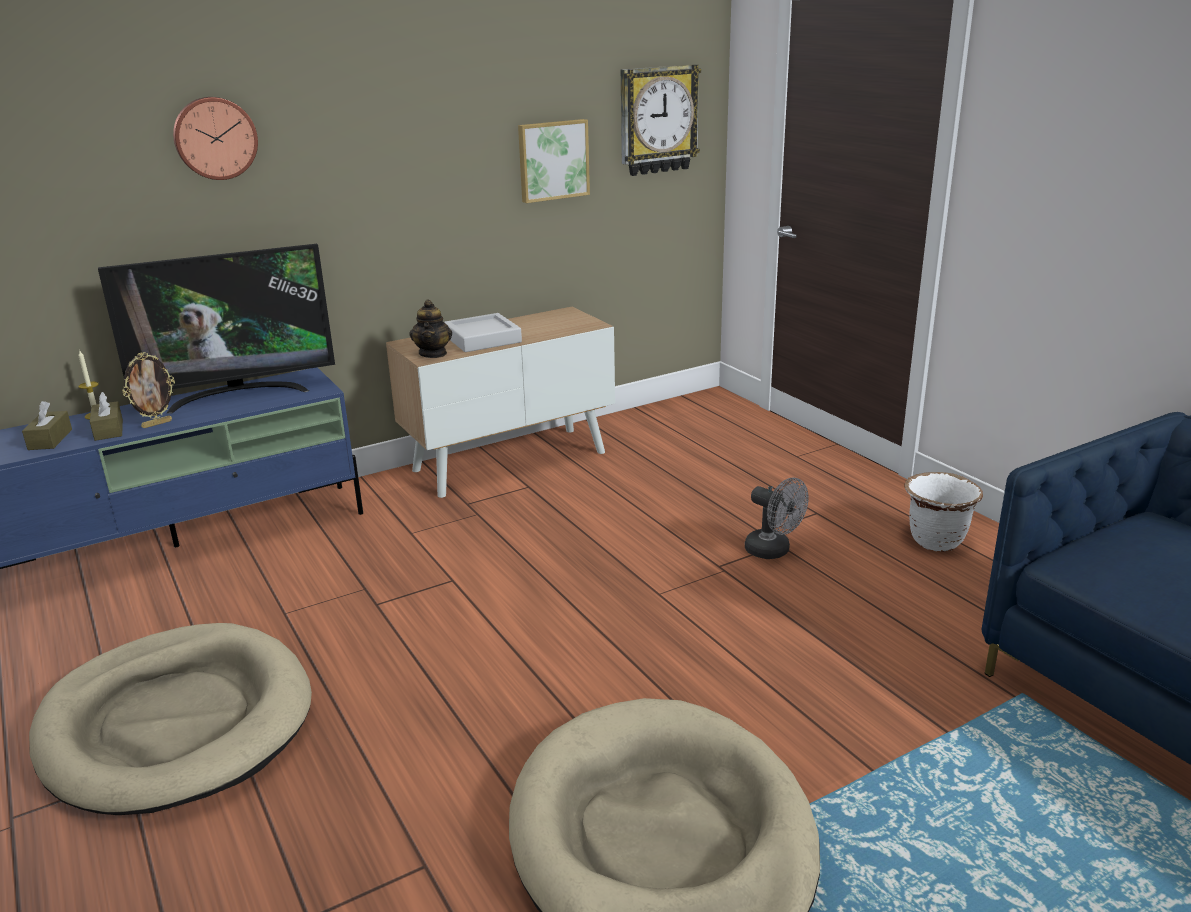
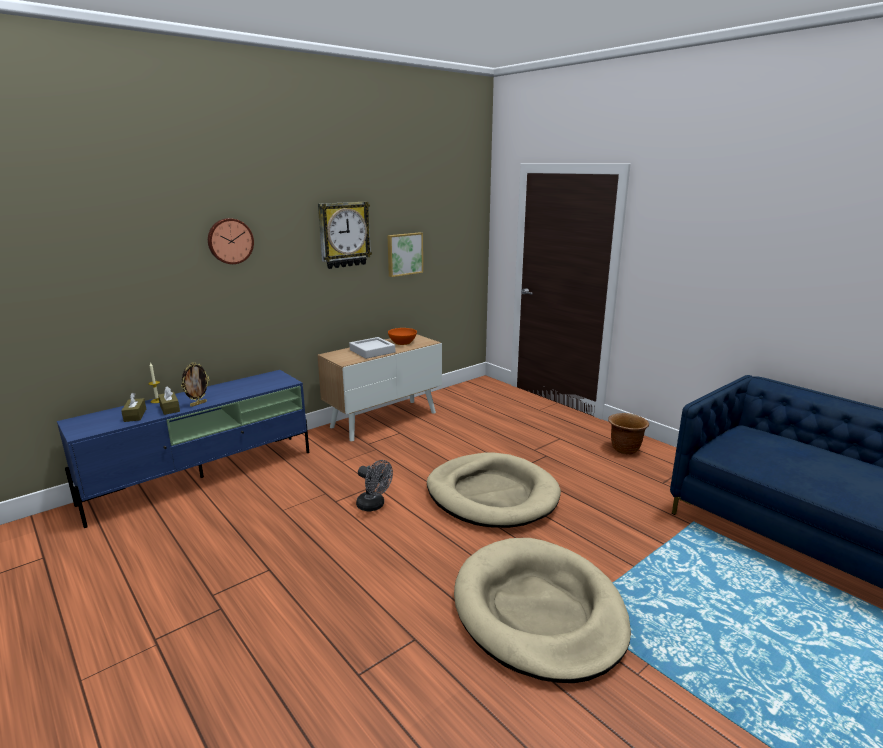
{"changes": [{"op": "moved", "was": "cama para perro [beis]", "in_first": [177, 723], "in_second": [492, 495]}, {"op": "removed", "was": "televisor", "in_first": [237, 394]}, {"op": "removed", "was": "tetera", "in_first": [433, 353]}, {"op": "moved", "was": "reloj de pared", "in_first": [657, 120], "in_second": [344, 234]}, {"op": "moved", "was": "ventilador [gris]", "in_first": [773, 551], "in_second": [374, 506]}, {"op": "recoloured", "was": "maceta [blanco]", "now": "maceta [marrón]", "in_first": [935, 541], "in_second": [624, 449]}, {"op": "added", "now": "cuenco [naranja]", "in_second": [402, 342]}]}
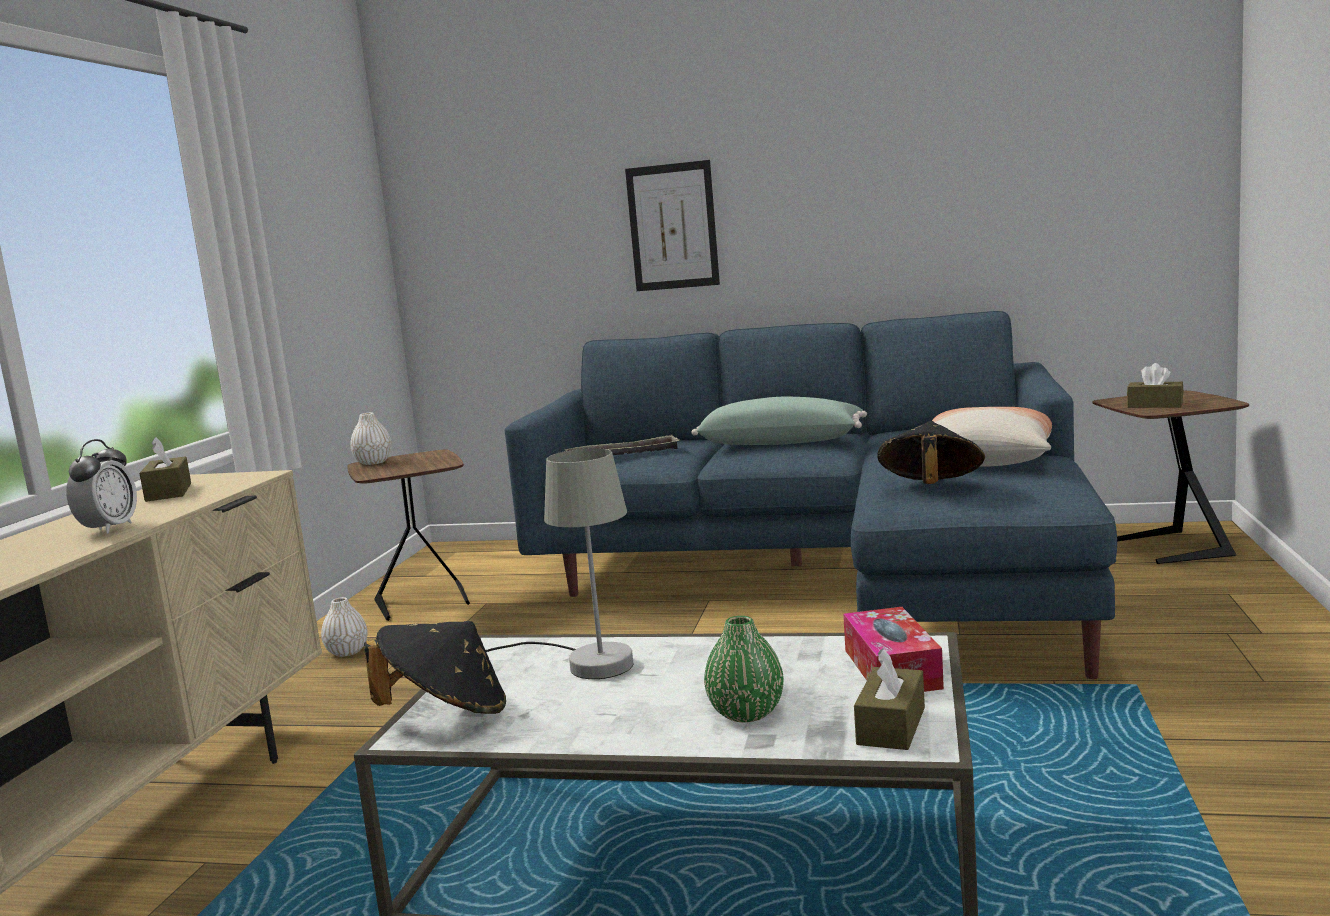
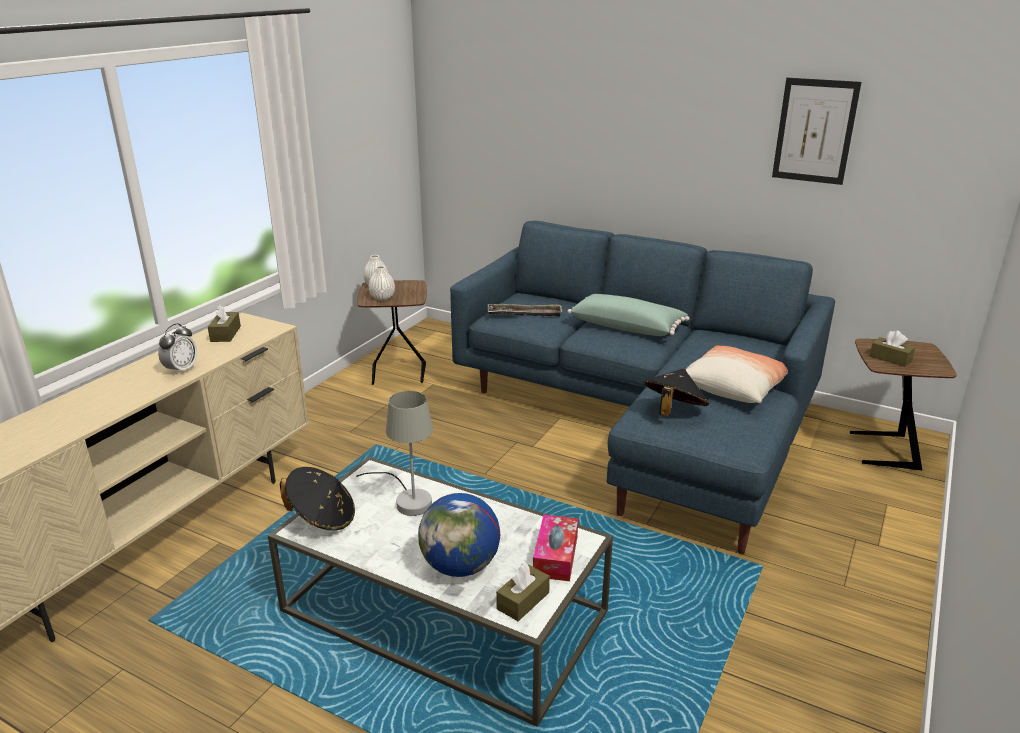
{"changes": [{"op": "moved", "was": "florero [blanco]", "in_first": [347, 652], "in_second": [382, 298]}, {"op": "moved", "was": "cuadro", "in_first": [672, 226], "in_second": [814, 131]}, {"op": "replaced", "was": "florero [verde]", "now": "globo terráqueo", "in_first": [746, 713], "in_second": [460, 566]}]}
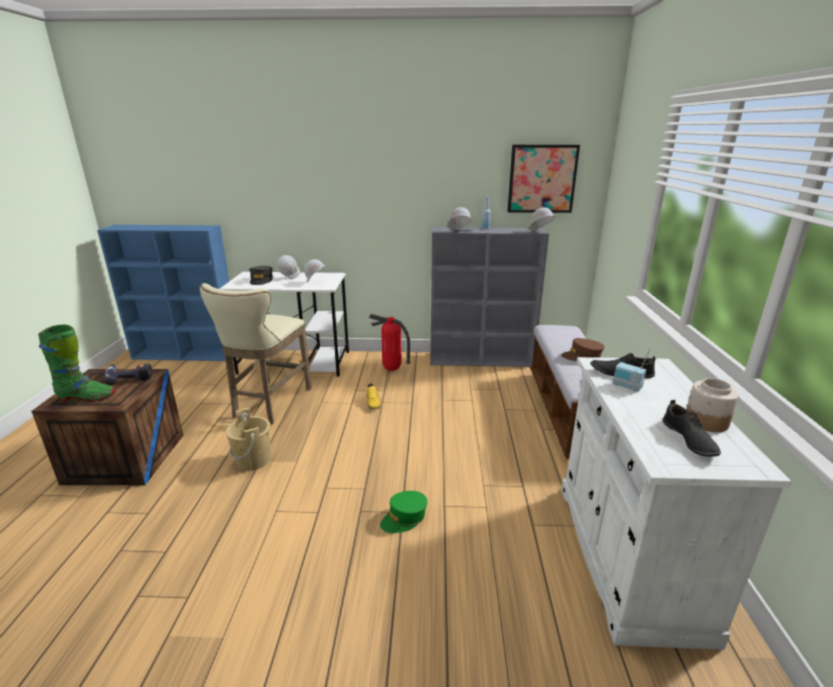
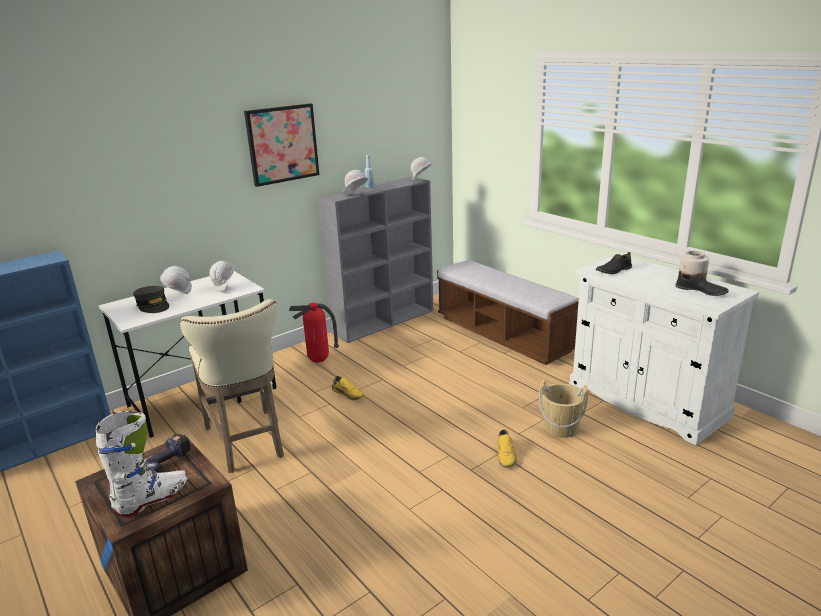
{"changes": [{"op": "recoloured", "was": "bota [verde]", "now": "bota [blanco]", "in_first": [86, 397], "in_second": [153, 499]}, {"op": "moved", "was": "cubo [beis]", "in_first": [253, 460], "in_second": [560, 428]}, {"op": "replaced", "was": "gorra [verde]", "now": "zapato [amarillo]", "in_first": [404, 518], "in_second": [506, 455]}, {"op": "moved", "was": "cuadro", "in_first": [542, 179], "in_second": [282, 144]}, {"op": "removed", "was": "gorra [marrón]", "in_first": [582, 356]}, {"op": "removed", "was": "radio", "in_first": [627, 387]}]}
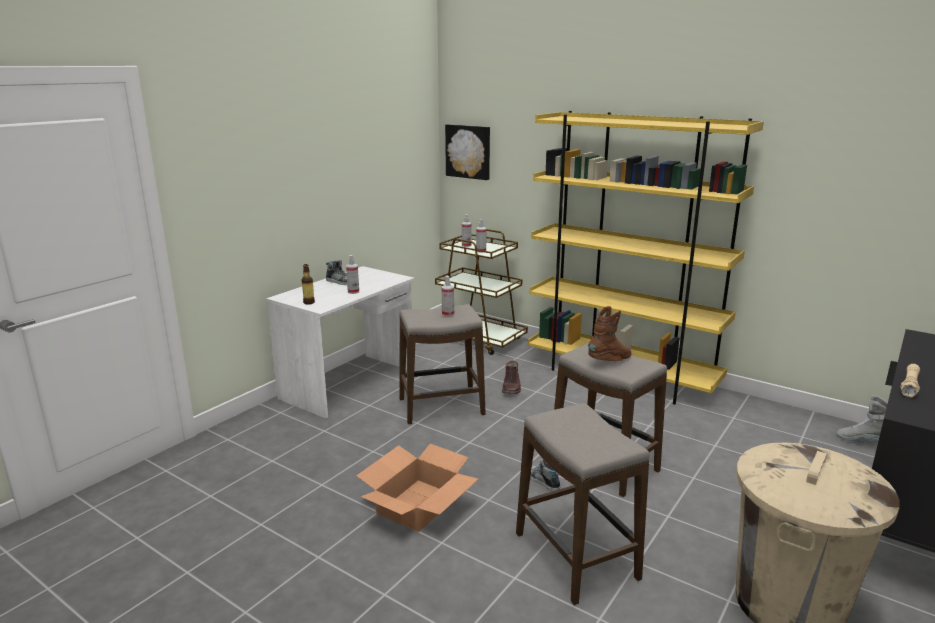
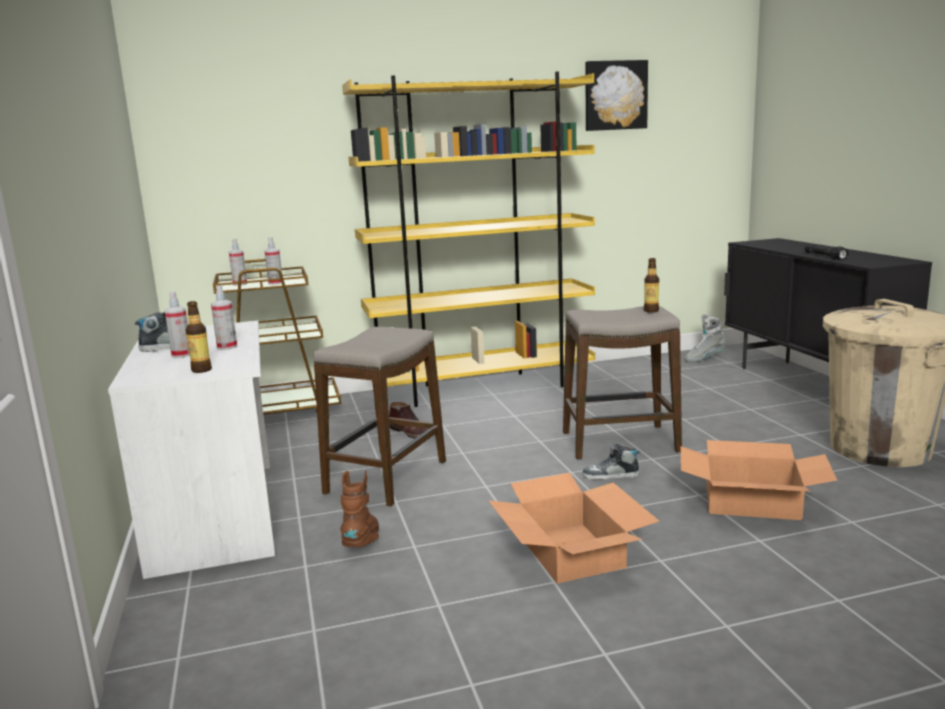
{"changes": [{"op": "moved", "was": "pulverizador", "in_first": [448, 314], "in_second": [182, 355]}, {"op": "moved", "was": "cuadro", "in_first": [468, 151], "in_second": [615, 95]}, {"op": "replaced", "was": "taburete", "now": "caja de cartón", "in_first": [575, 556], "in_second": [751, 501]}, {"op": "moved", "was": "bota [marrón]", "in_first": [610, 361], "in_second": [363, 543]}, {"op": "recoloured", "was": "linterna [beis]", "now": "linterna [negro]", "in_first": [909, 385], "in_second": [824, 256]}, {"op": "added", "now": "botella", "in_second": [651, 311]}]}
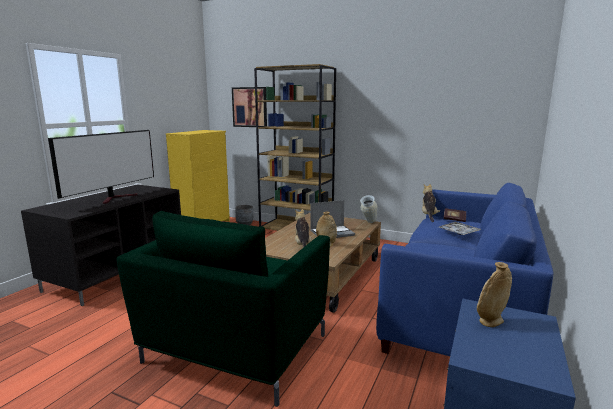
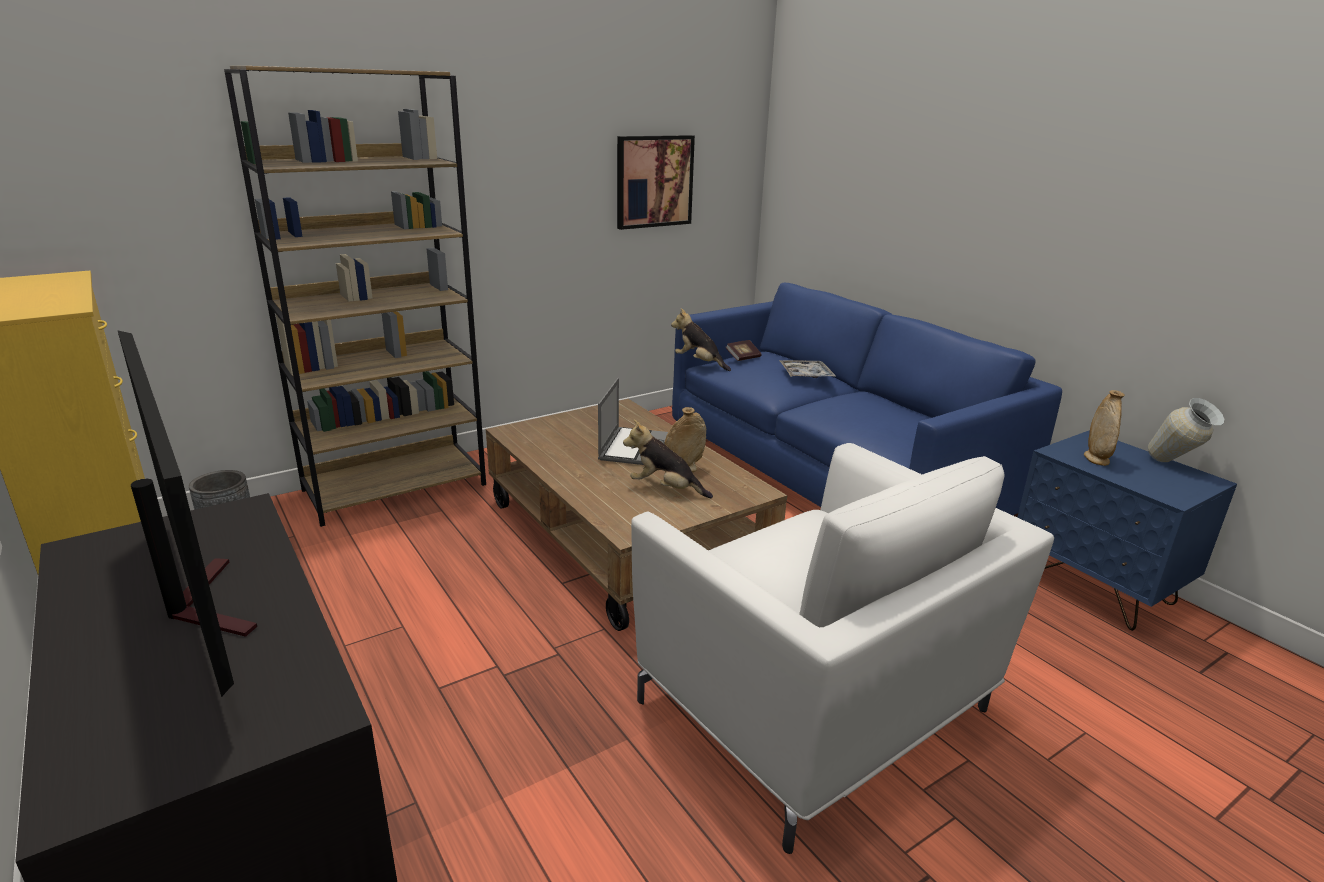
{"changes": [{"op": "recoloured", "was": "sillón [verde]", "now": "sillón [blanco]", "in_first": [234, 349], "in_second": [815, 710]}, {"op": "moved", "was": "cuadro", "in_first": [250, 107], "in_second": [654, 181]}, {"op": "moved", "was": "florero", "in_first": [368, 223], "in_second": [1174, 466]}]}
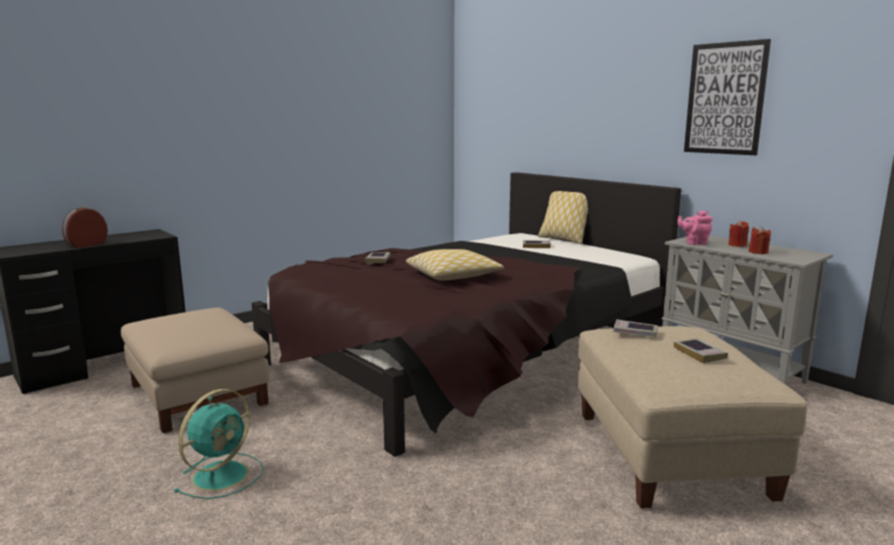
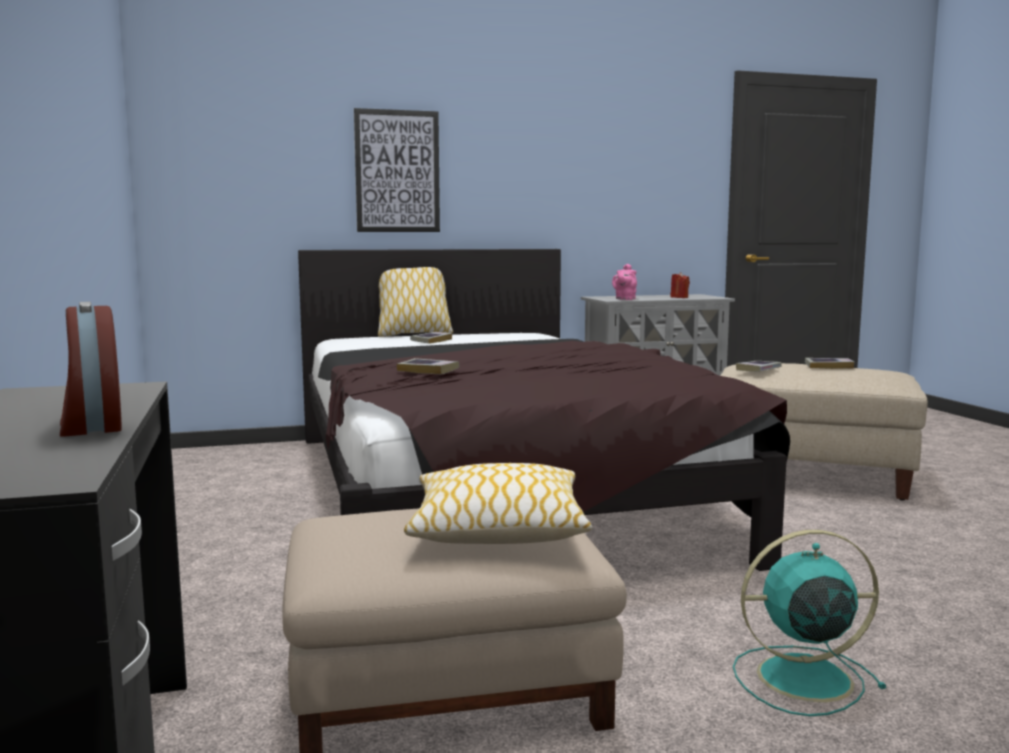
{"changes": [{"op": "turned", "was": "ventilador [turquesa]", "in_first": [222, 475], "in_second": [800, 678], "clockwise": -60}, {"op": "moved", "was": "cojín", "in_first": [453, 276], "in_second": [497, 528]}, {"op": "moved", "was": "cuadro", "in_first": [725, 98], "in_second": [397, 171]}, {"op": "removed", "was": "vela [rojo]", "in_first": [737, 245]}]}
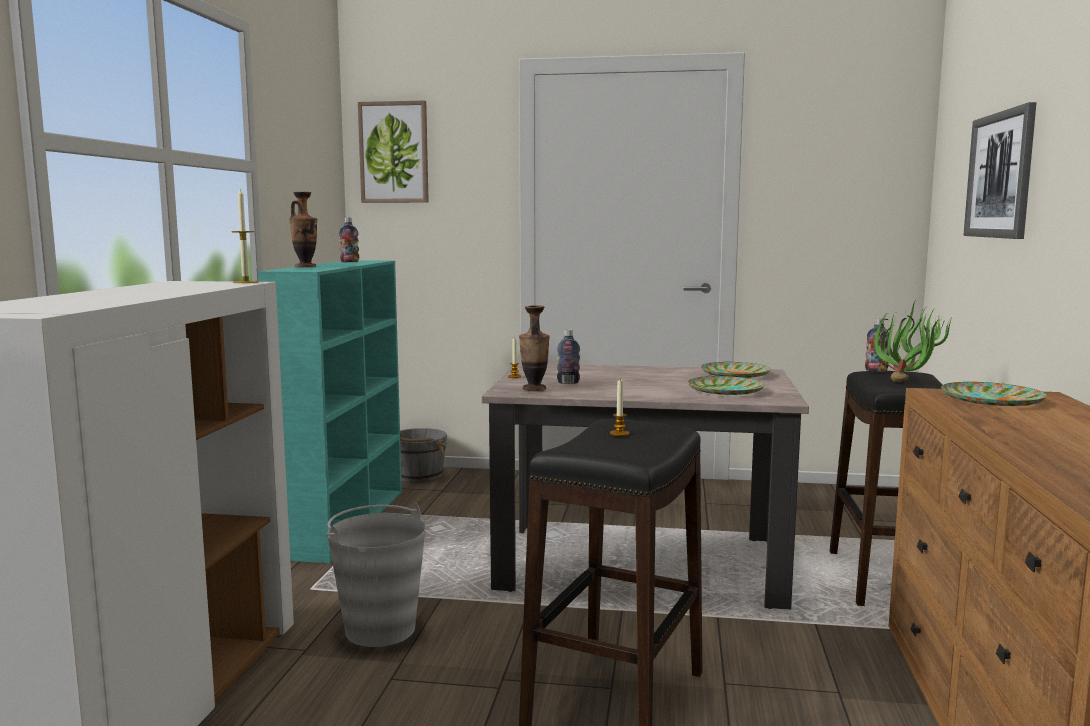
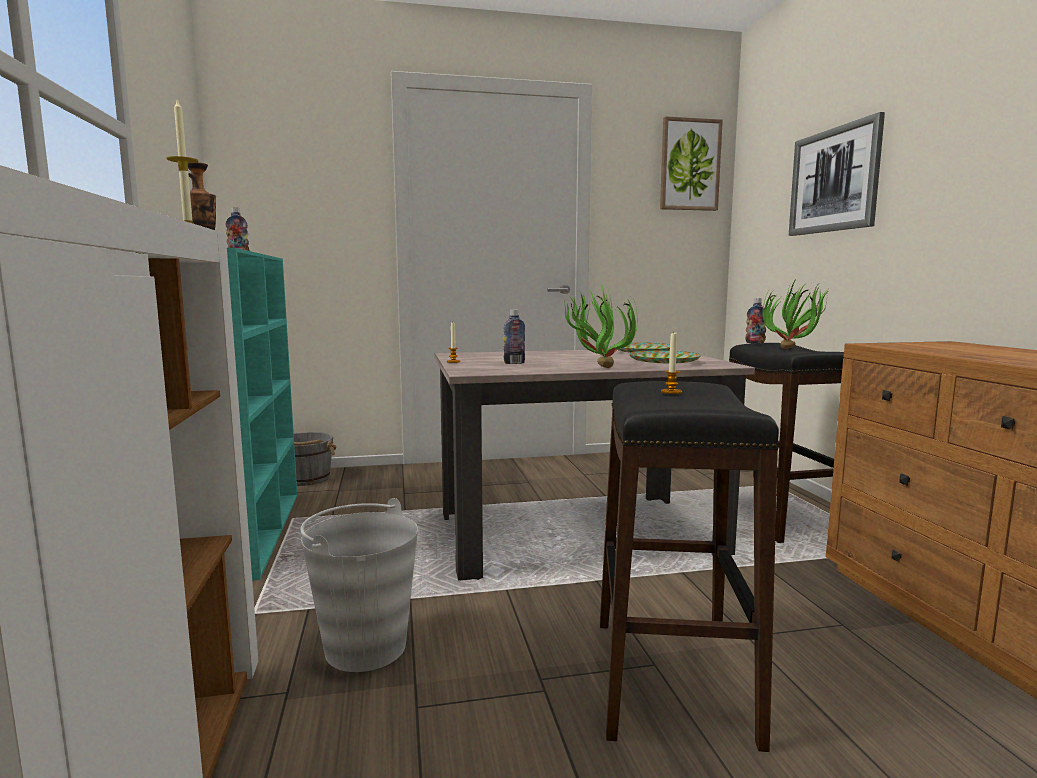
{"changes": [{"op": "moved", "was": "cuadro", "in_first": [394, 152], "in_second": [689, 165]}, {"op": "removed", "was": "florero", "in_first": [534, 389]}, {"op": "removed", "was": "plato", "in_first": [990, 400]}, {"op": "added", "now": "planta en maceta", "in_second": [597, 367]}]}
